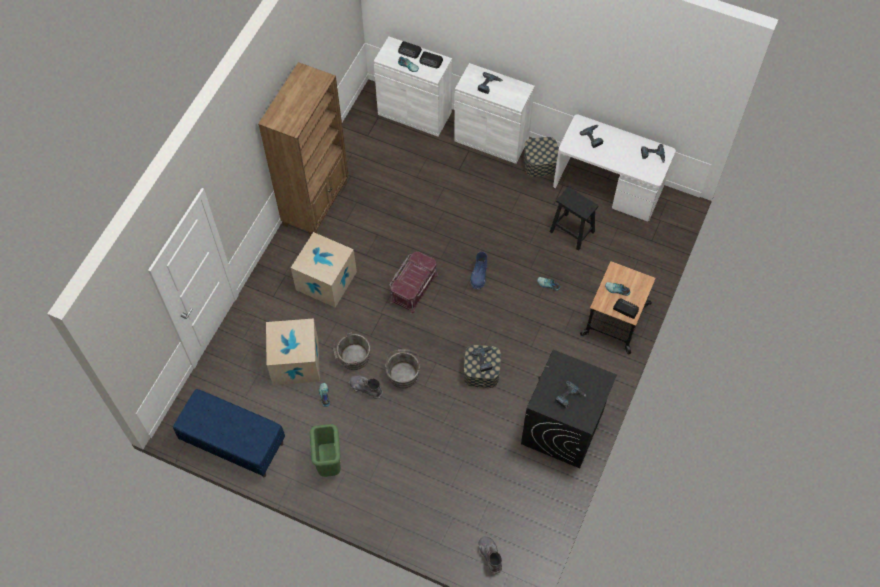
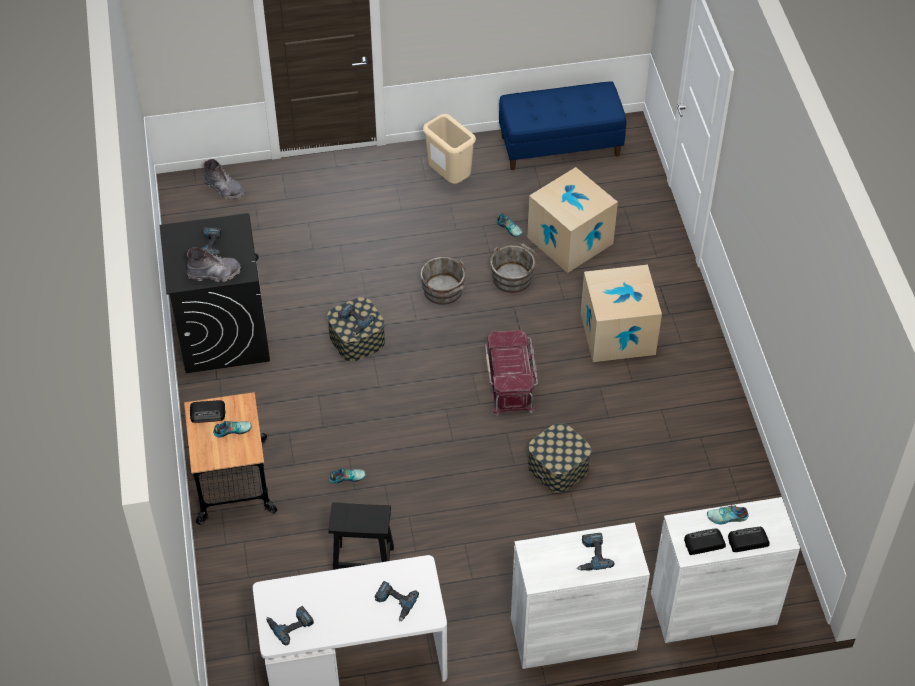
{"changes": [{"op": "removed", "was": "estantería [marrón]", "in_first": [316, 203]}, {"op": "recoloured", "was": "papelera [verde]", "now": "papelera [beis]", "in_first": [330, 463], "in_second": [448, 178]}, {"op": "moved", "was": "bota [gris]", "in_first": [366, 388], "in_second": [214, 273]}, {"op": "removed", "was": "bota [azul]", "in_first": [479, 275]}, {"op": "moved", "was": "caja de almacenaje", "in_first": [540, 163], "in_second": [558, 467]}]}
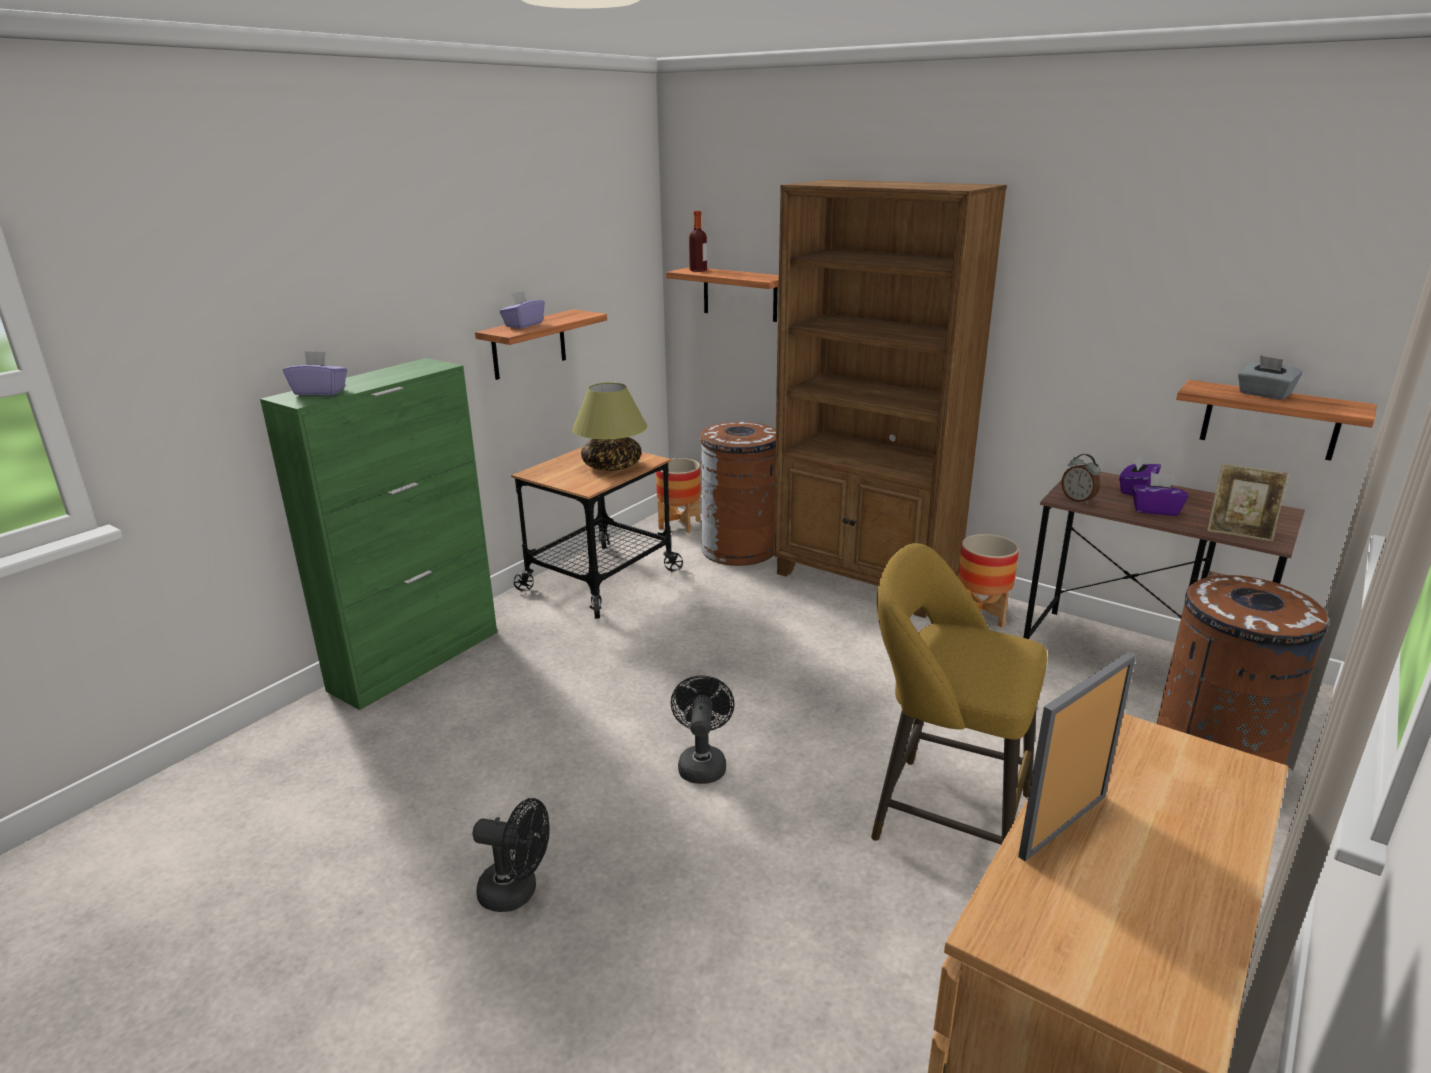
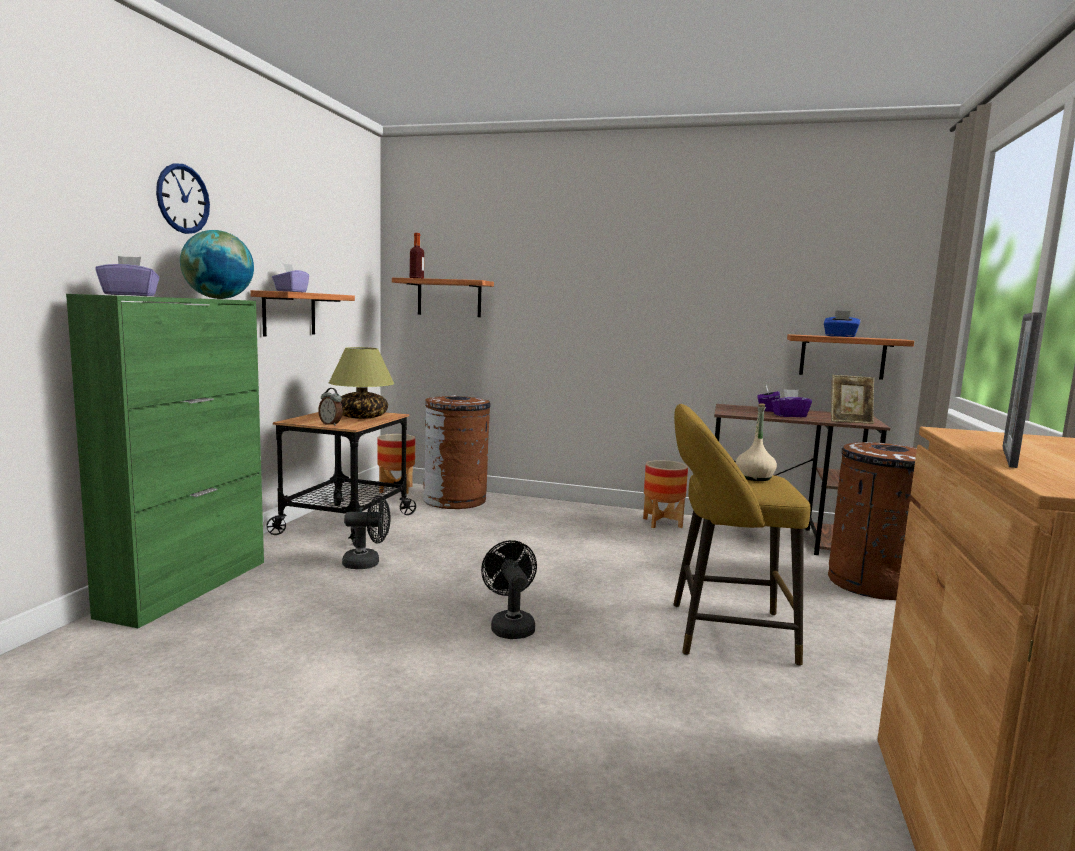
{"changes": [{"op": "moved", "was": "ventilador [negro]", "in_first": [517, 892], "in_second": [367, 563]}, {"op": "removed", "was": "estantería [marrón]", "in_first": [866, 580]}, {"op": "moved", "was": "despertador", "in_first": [1078, 500], "in_second": [331, 424]}, {"op": "recoloured", "was": "caja de pañuelos [gris]", "now": "caja de pañuelos [azul]", "in_first": [1264, 394], "in_second": [840, 336]}, {"op": "added", "now": "reloj de pared", "in_second": [183, 199]}, {"op": "added", "now": "globo terráqueo", "in_second": [219, 298]}, {"op": "added", "now": "botella [beis]", "in_second": [754, 477]}]}
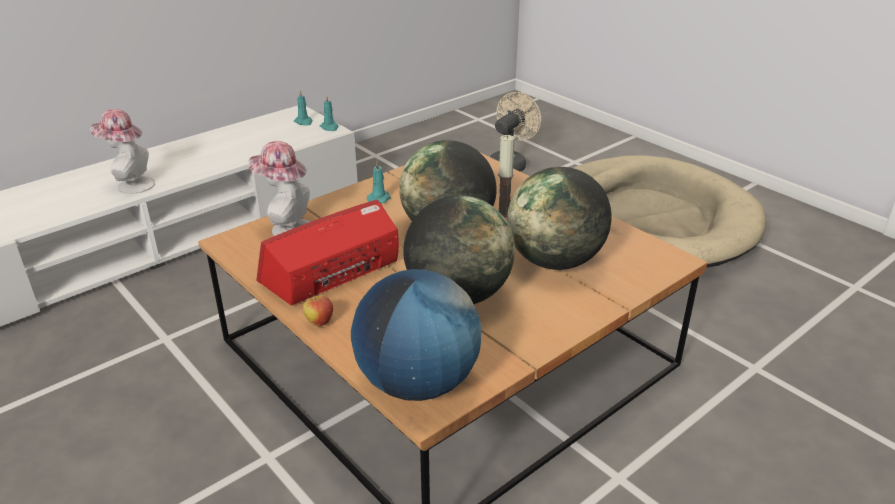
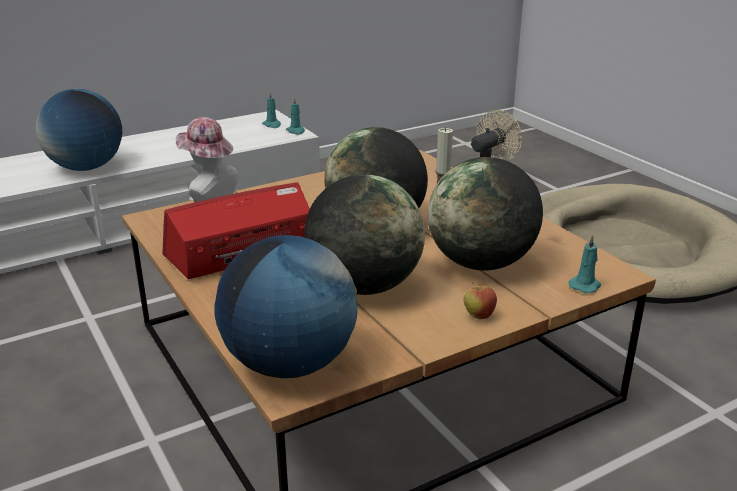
{"changes": [{"op": "replaced", "was": "sombrero", "now": "globo terráqueo", "in_first": [131, 185], "in_second": [86, 167]}, {"op": "moved", "was": "manzana", "in_first": [319, 322], "in_second": [478, 316]}, {"op": "moved", "was": "vela [turquesa]", "in_first": [379, 198], "in_second": [585, 285]}]}
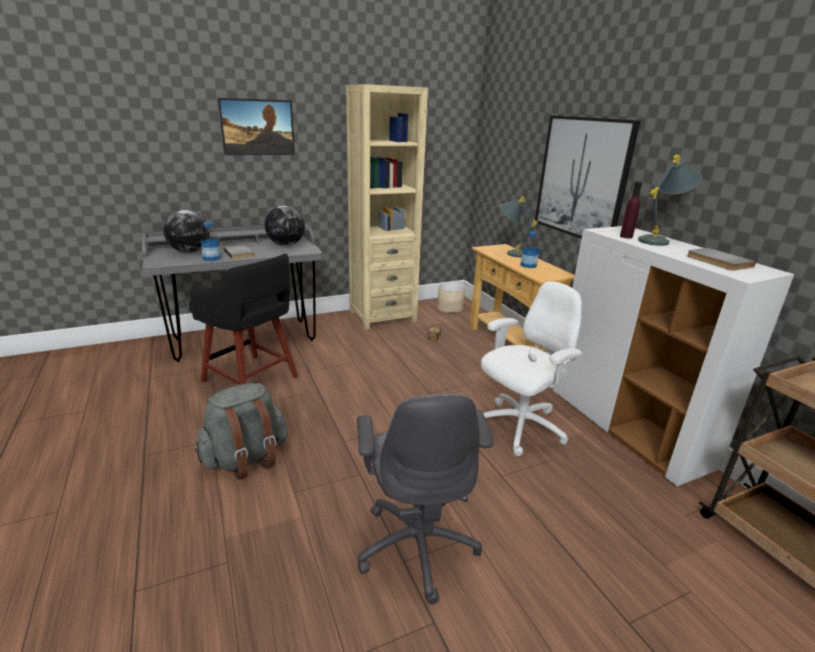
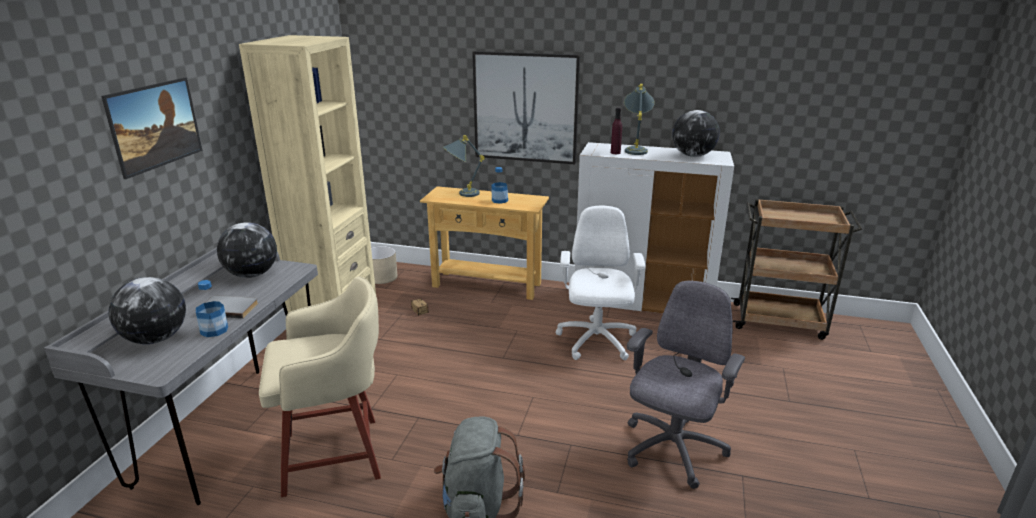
{"changes": [{"op": "recoloured", "was": "taburete [negro]", "now": "taburete [beis]", "in_first": [252, 380], "in_second": [336, 455]}, {"op": "turned", "was": "silla de oficina [gris]", "in_first": [418, 544], "in_second": [672, 450], "clockwise": -90}, {"op": "replaced", "was": "libro [gris]", "now": "globo terráqueo", "in_first": [717, 261], "in_second": [692, 155]}]}
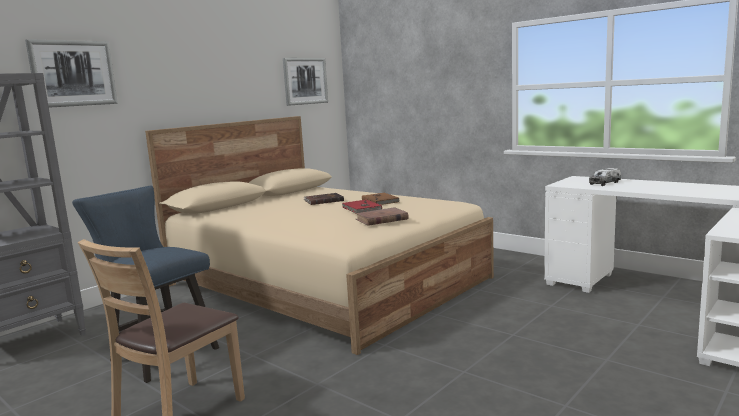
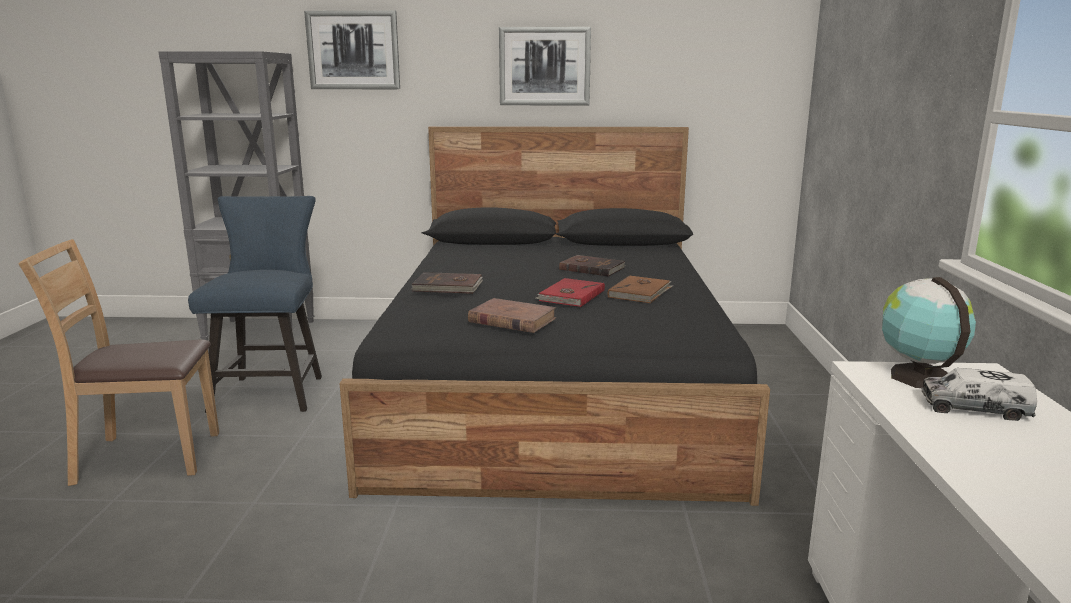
{"changes": [{"op": "recoloured", "was": "cama [beis]", "now": "cama [negro]", "in_first": [325, 281], "in_second": [555, 388]}, {"op": "moved", "was": "cuadro", "in_first": [305, 81], "in_second": [544, 66]}, {"op": "added", "now": "libro [marrón]", "in_second": [448, 287]}, {"op": "added", "now": "globo terráqueo", "in_second": [918, 376]}]}
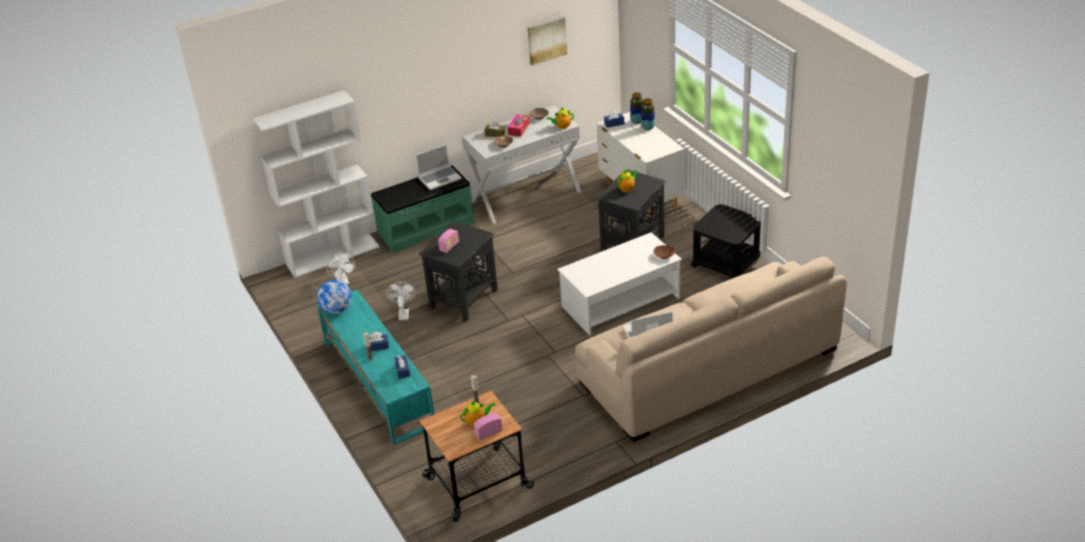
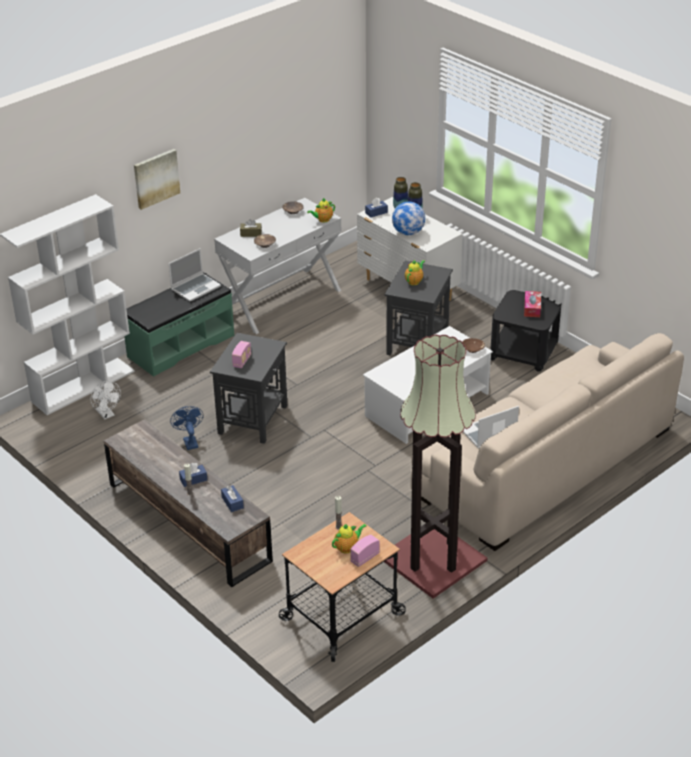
{"changes": [{"op": "moved", "was": "globo terráqueo", "in_first": [337, 310], "in_second": [408, 233]}, {"op": "recoloured", "was": "mueble de televisión [turquesa]", "now": "mueble de televisión [marrón]", "in_first": [378, 382], "in_second": [188, 521]}, {"op": "recoloured", "was": "ventilador [blanco]", "now": "ventilador [azul]", "in_first": [403, 313], "in_second": [189, 441]}, {"op": "moved", "was": "caja de pañuelos", "in_first": [519, 129], "in_second": [532, 308]}, {"op": "moved", "was": "cuadro", "in_first": [546, 40], "in_second": [156, 178]}, {"op": "added", "now": "lámpara de pie", "in_second": [433, 560]}]}
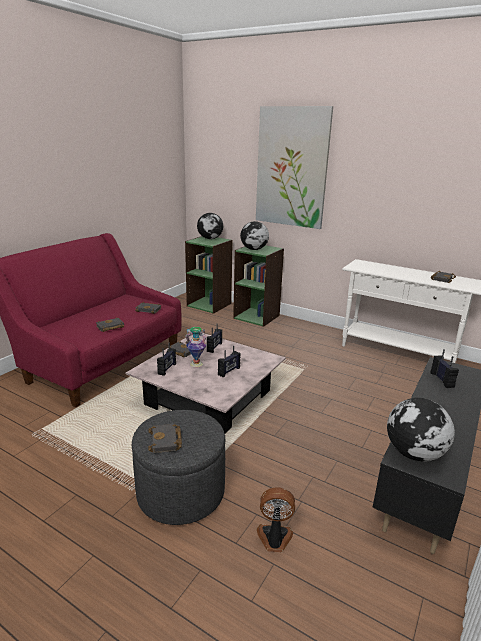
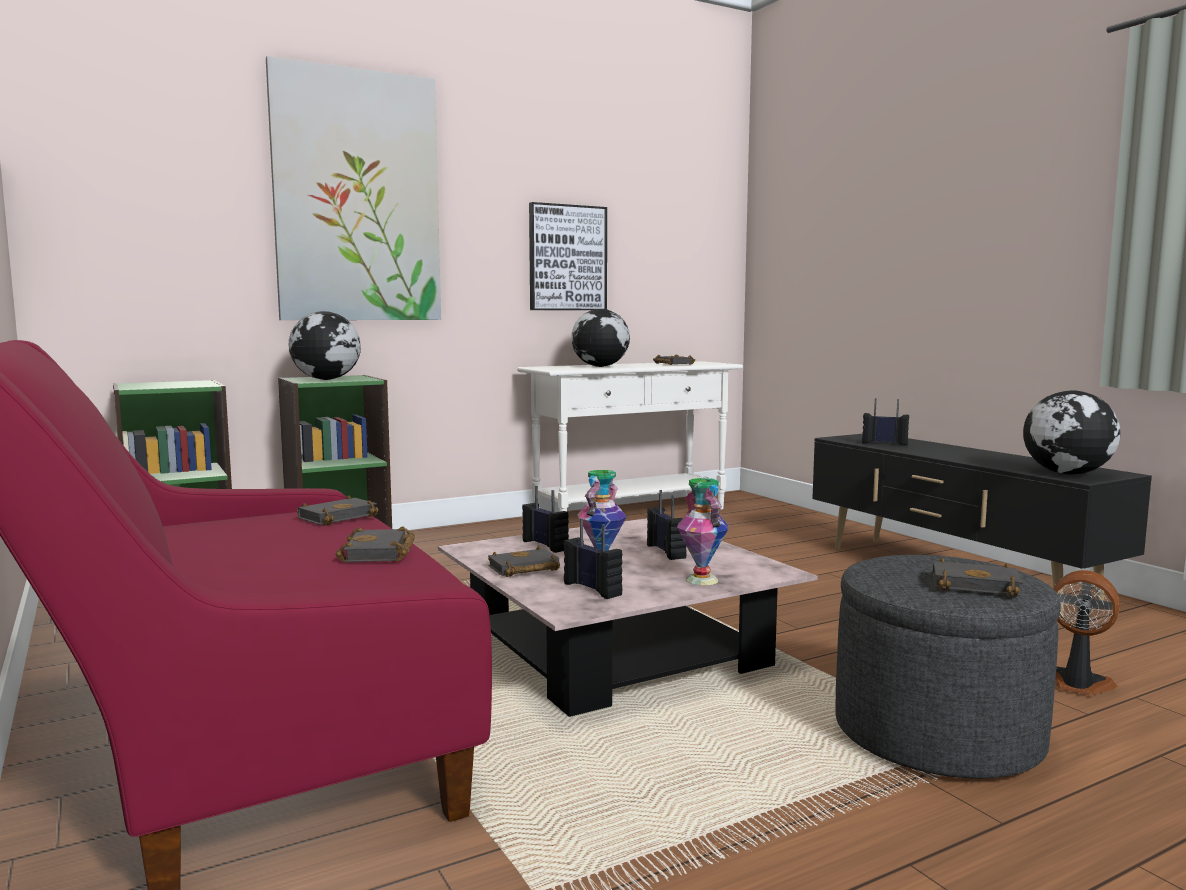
{"changes": [{"op": "moved", "was": "globo terráqueo", "in_first": [210, 238], "in_second": [600, 366]}, {"op": "turned", "was": "ventilador", "in_first": [274, 539], "in_second": [1077, 684], "clockwise": 90}, {"op": "added", "now": "cuadro", "in_second": [567, 258]}, {"op": "added", "now": "florero", "in_second": [702, 580]}]}
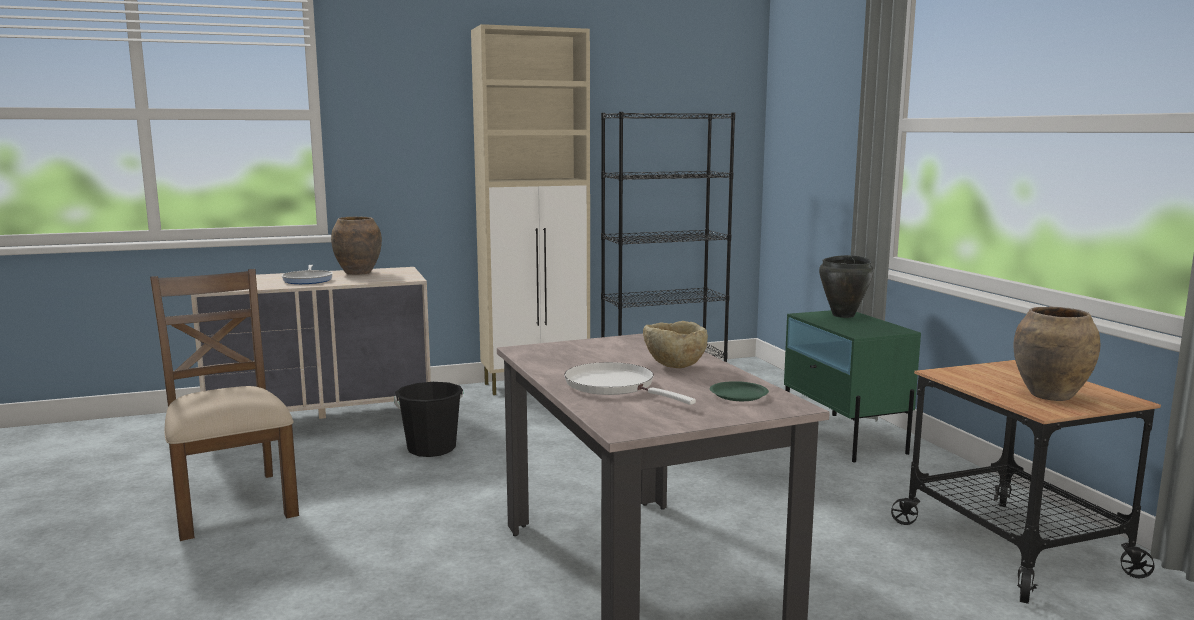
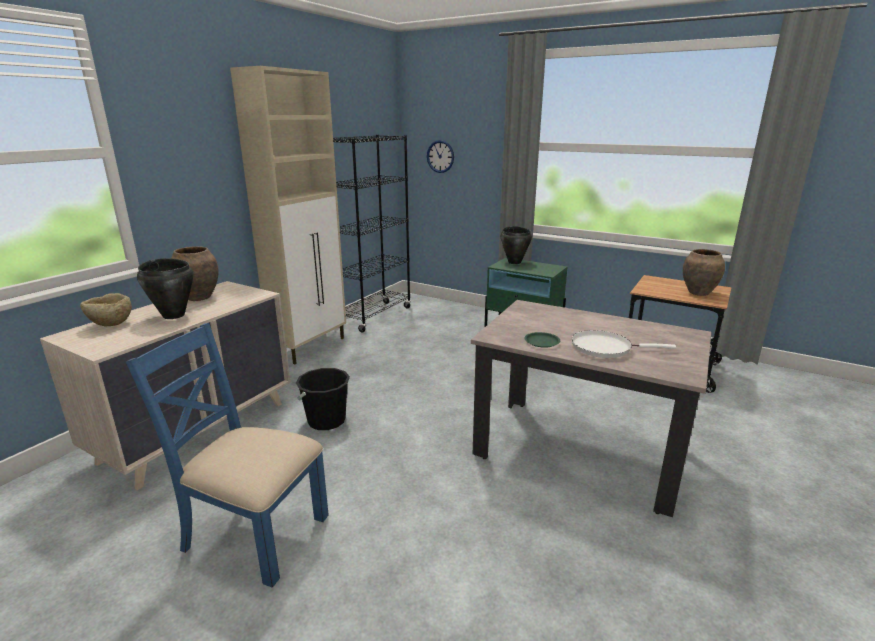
{"changes": [{"op": "recoloured", "was": "silla [marrón]", "now": "silla [azul]", "in_first": [232, 503], "in_second": [254, 533]}, {"op": "replaced", "was": "sartén", "now": "olla [negro]", "in_first": [308, 280], "in_second": [174, 315]}, {"op": "moved", "was": "cuenco [beis]", "in_first": [674, 366], "in_second": [111, 324]}, {"op": "moved", "was": "plato [verde]", "in_first": [738, 395], "in_second": [541, 342]}, {"op": "added", "now": "reloj de pared", "in_second": [440, 156]}]}
